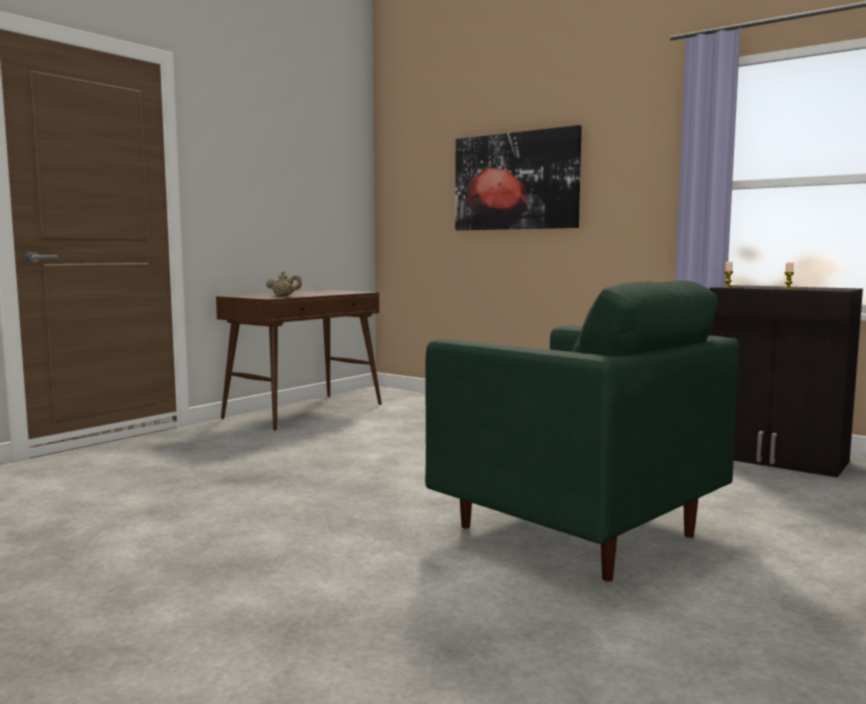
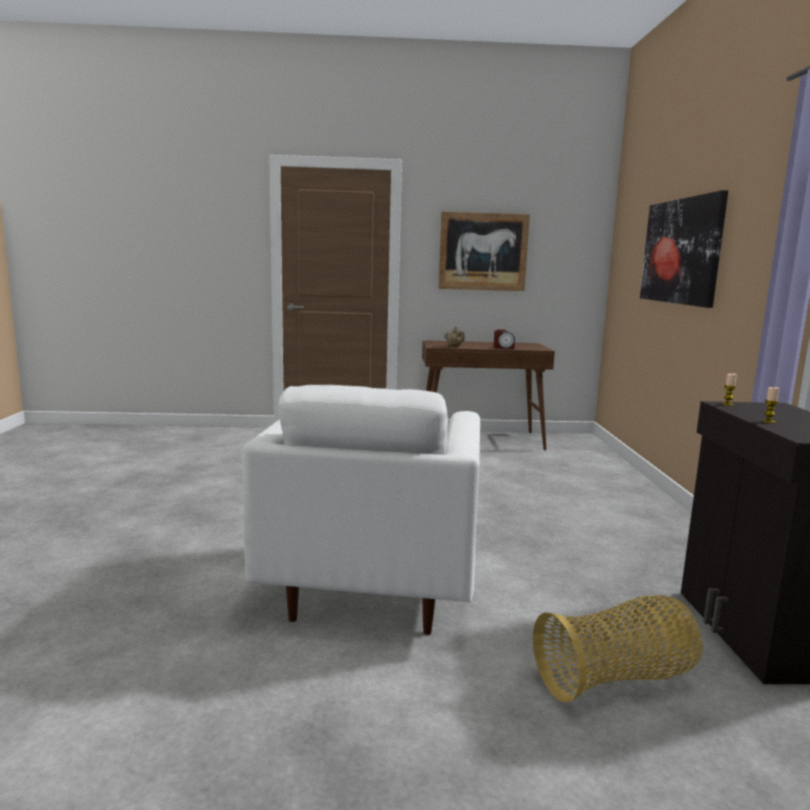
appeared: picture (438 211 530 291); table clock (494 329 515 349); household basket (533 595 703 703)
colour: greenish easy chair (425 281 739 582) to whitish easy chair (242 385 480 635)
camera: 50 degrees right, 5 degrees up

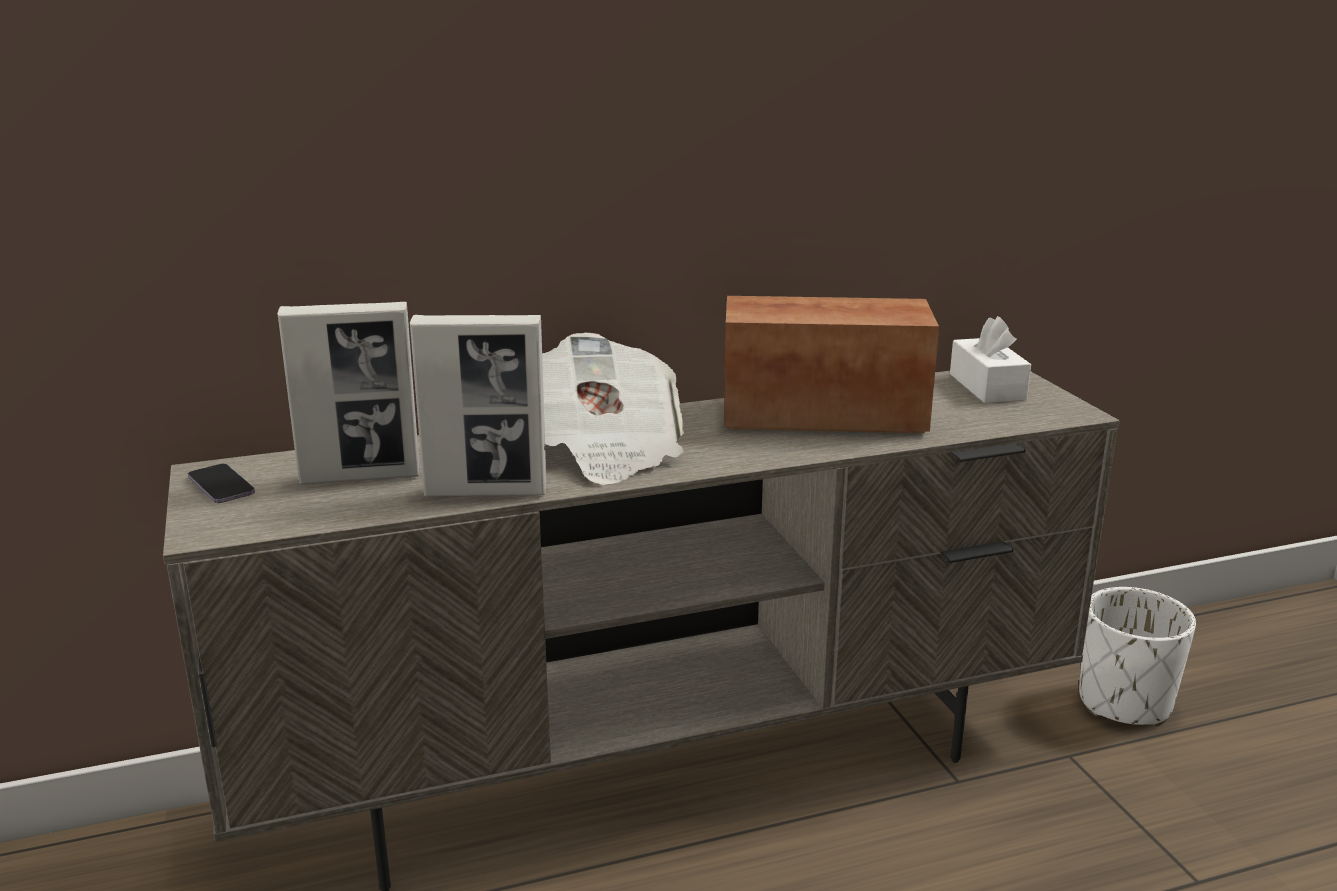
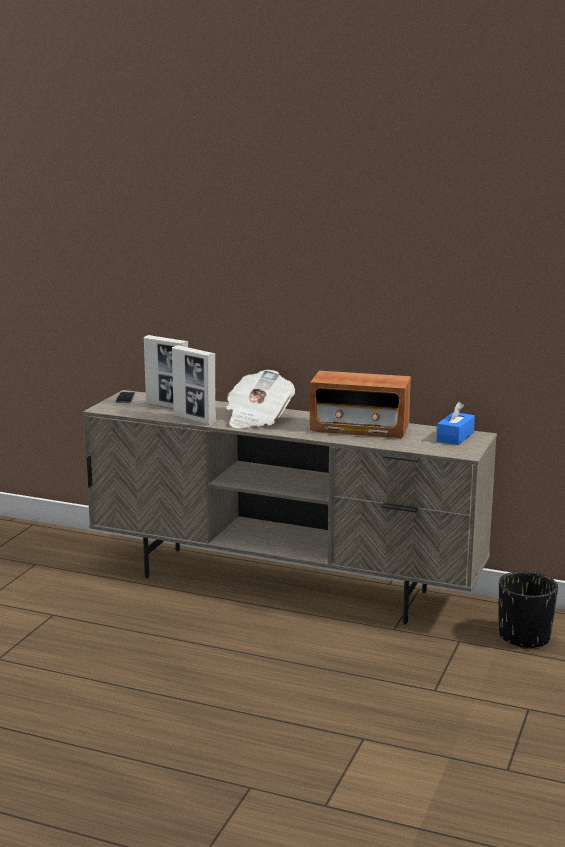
colour: whitish box of tissues (950 316 1031 403) to blue box of tissues (437 402 475 445); whitish planter (1079 587 1196 727) to blackish planter (499 571 558 649)
spun: radio (724 296 939 433) = (310 371 411 438) 150 degrees clockwise
camera: 40 degrees right, 5 degrees down

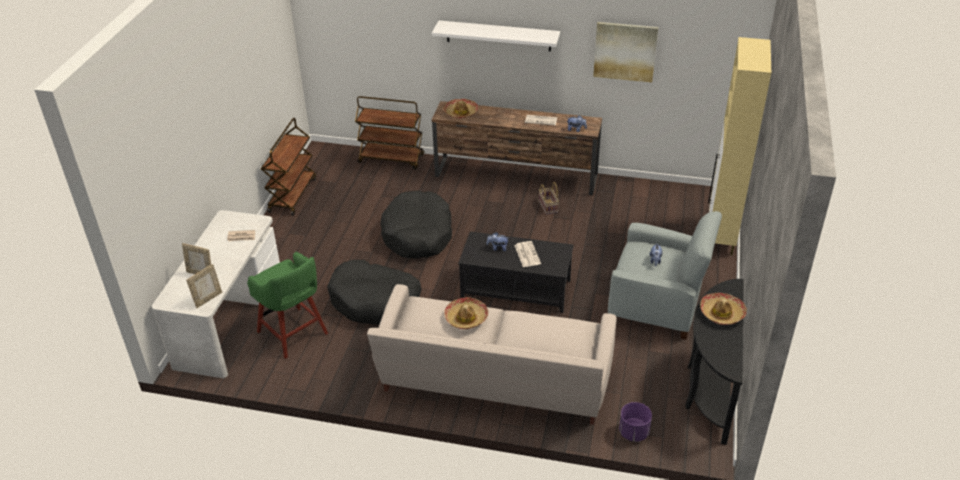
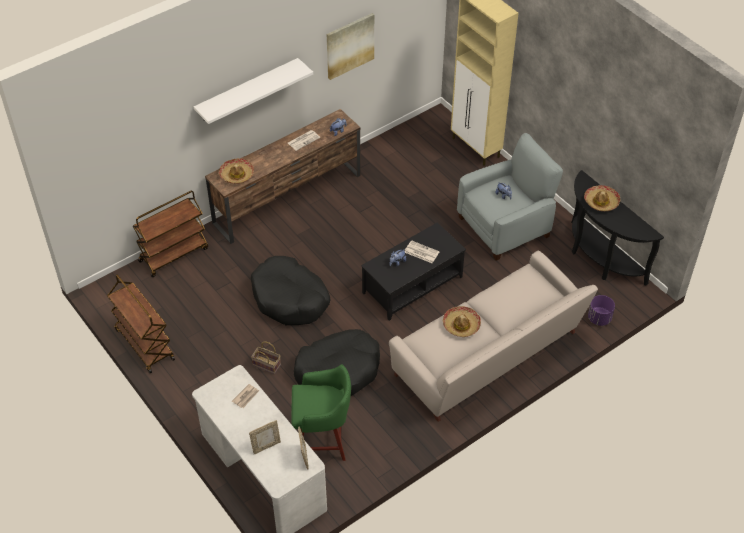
relocated: household basket (539 182 559 214) to (251 341 281 374)
camera: 50 degrees left, 10 degrees up

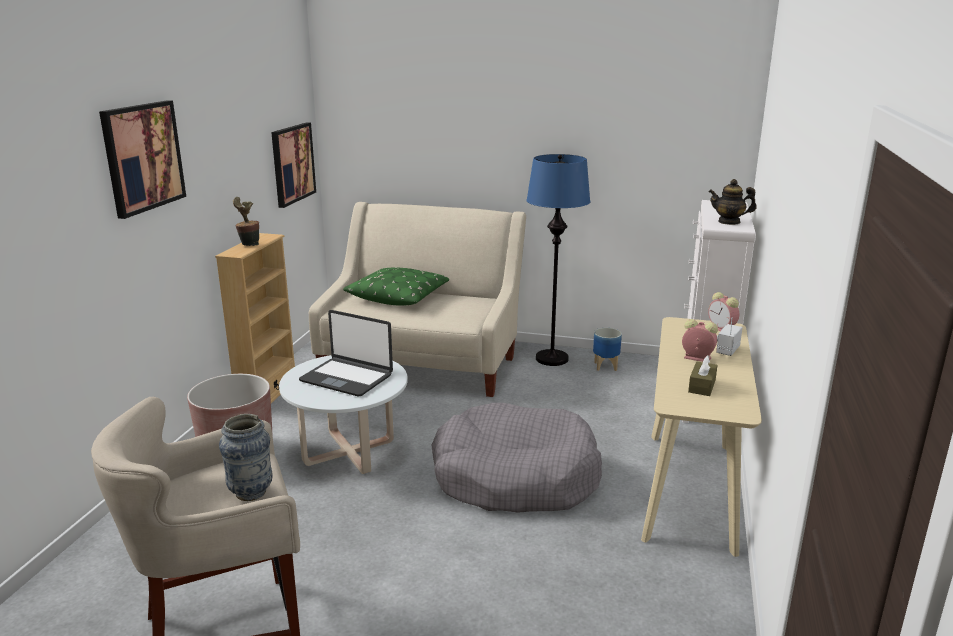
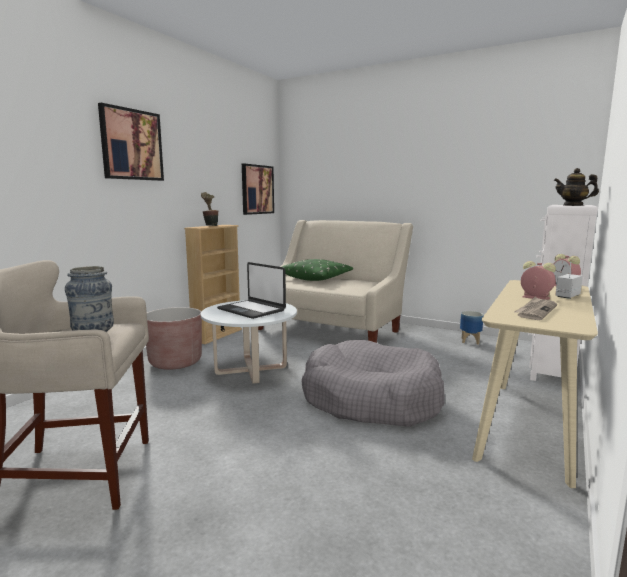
missing: blue standing lamp (526 154 591 366)
exchanged: brown box of tissues (688 355 718 396) to daily paper (514 297 557 320)
camera: 15 degrees right, 10 degrees down

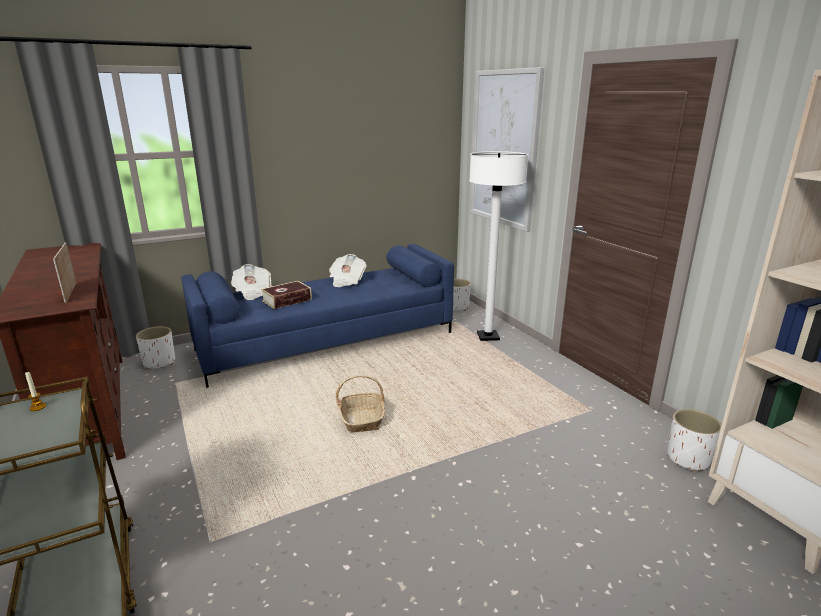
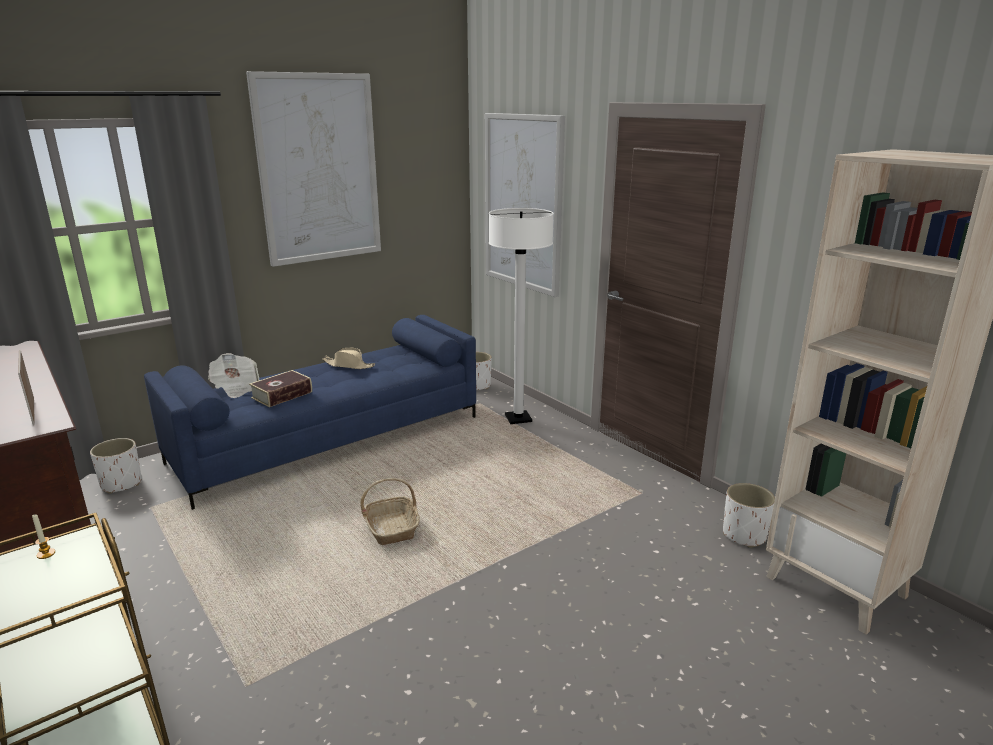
appeared: picture (246 71 381 267)
exchanged: daily paper (329 254 367 287) to beige-coloured clothing hat (322 348 375 369)
camera: 10 degrees left, 0 degrees up

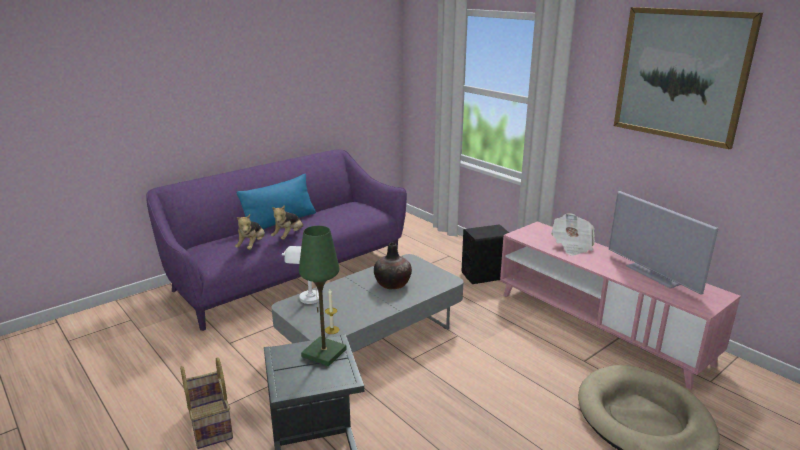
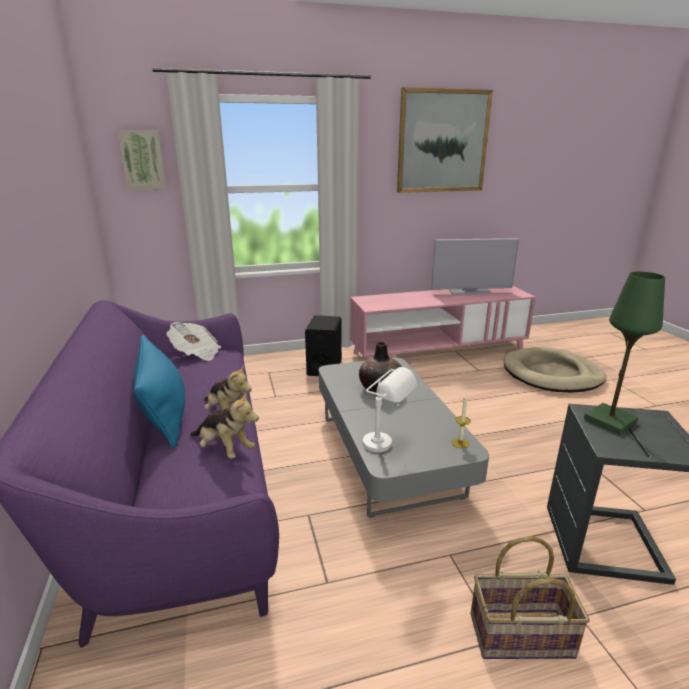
appeared: picture (118 131 167 190)
relocated: daily paper (551 213 595 255) to (167 322 221 361)
camera: 65 degrees left, 0 degrees up

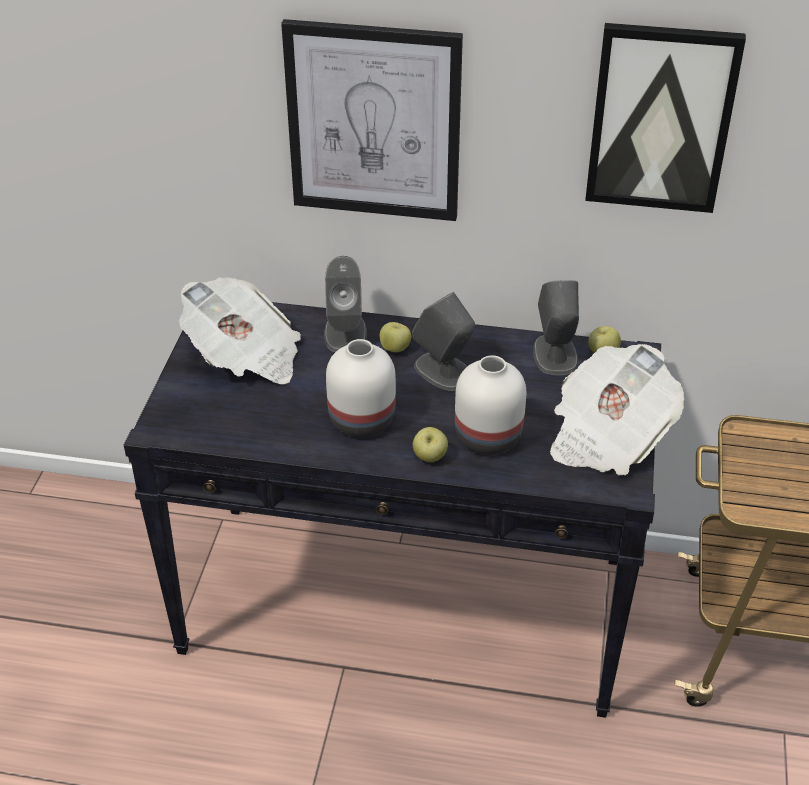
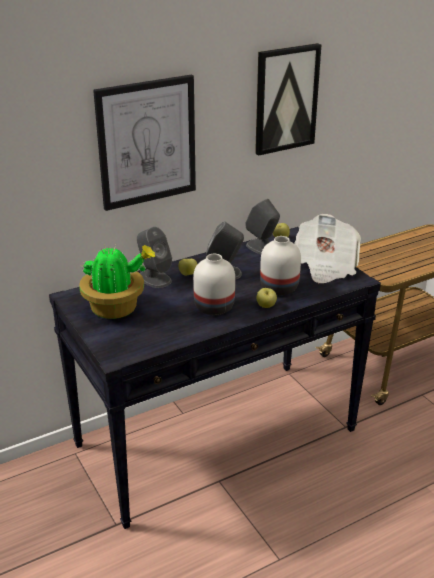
exchanged: daily paper (179 277 301 384) to potted plant (79 244 155 319)
camera: 40 degrees left, 10 degrees down

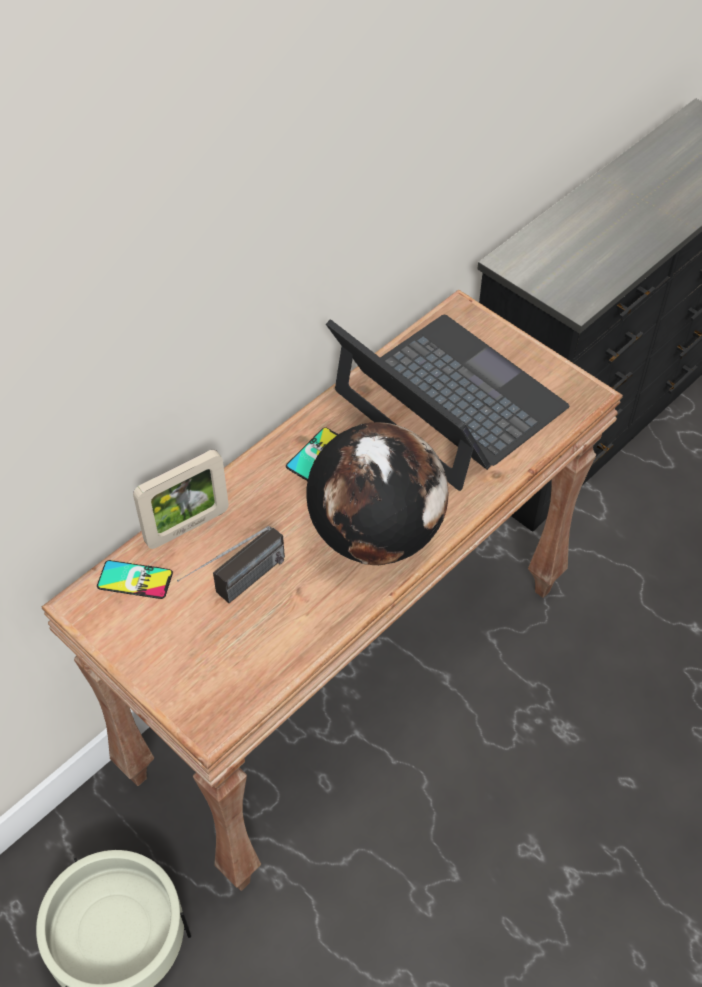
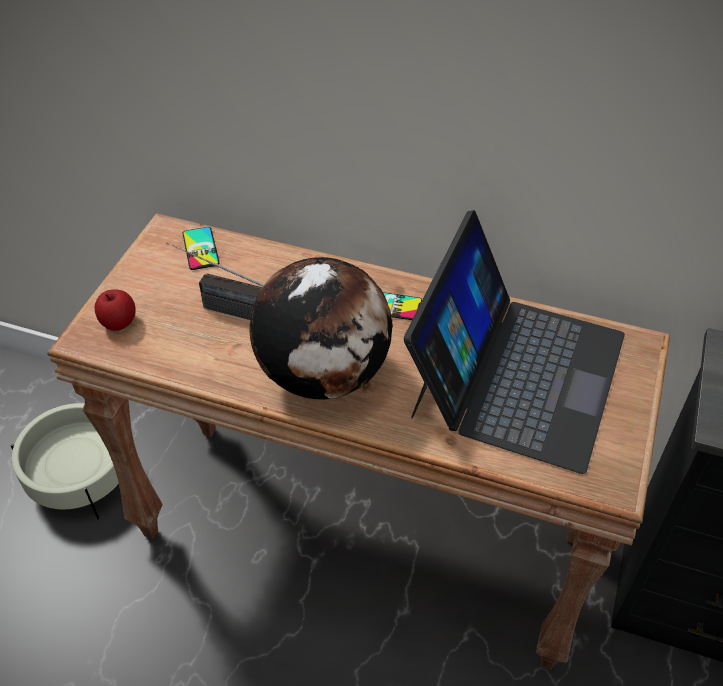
missing: standing frame (133 450 229 549)
appeared: apple (95 289 136 331)
camera: 65 degrees right, 5 degrees down

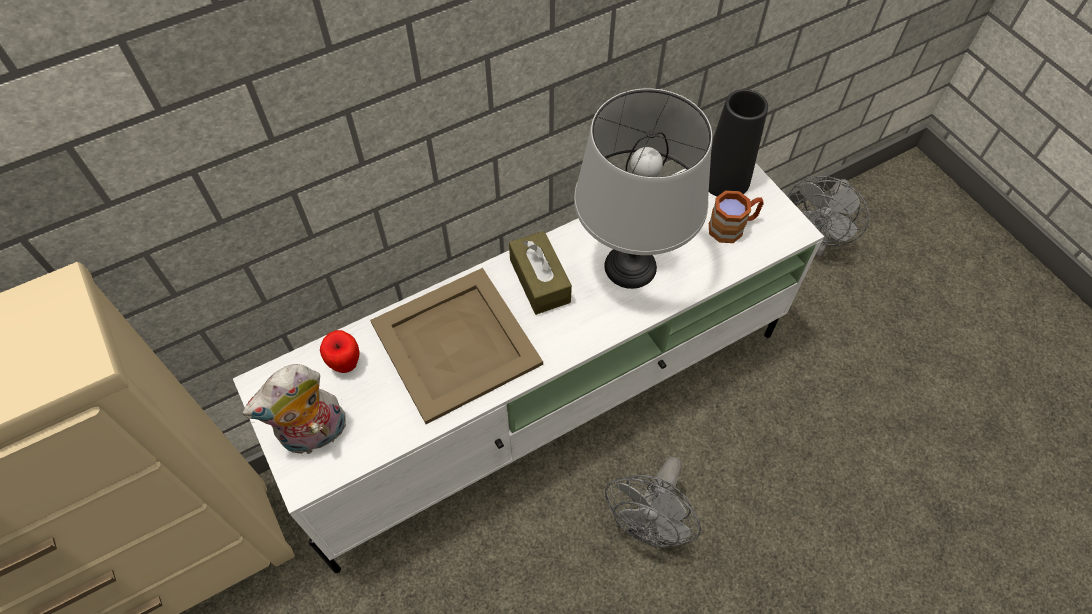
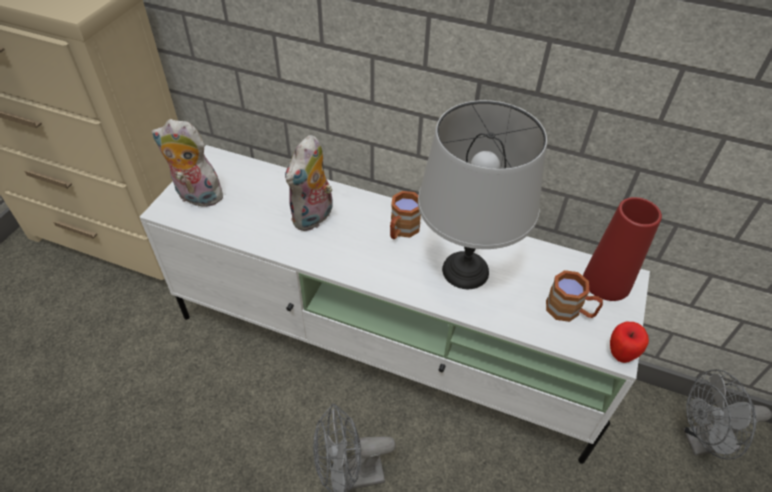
relocated: apple (320 330 359 373) to (610 322 649 363)
exchanged: beige-coloured tray (370 268 543 424) to cuddly toy (285 135 333 231); brown box of tissues (509 231 572 315) to brown coffee mug (390 191 421 239)
colour: blackish decorative vase (709 89 768 196) to red decorative vase (583 197 662 301)
camera: 50 degrees right, 10 degrees down

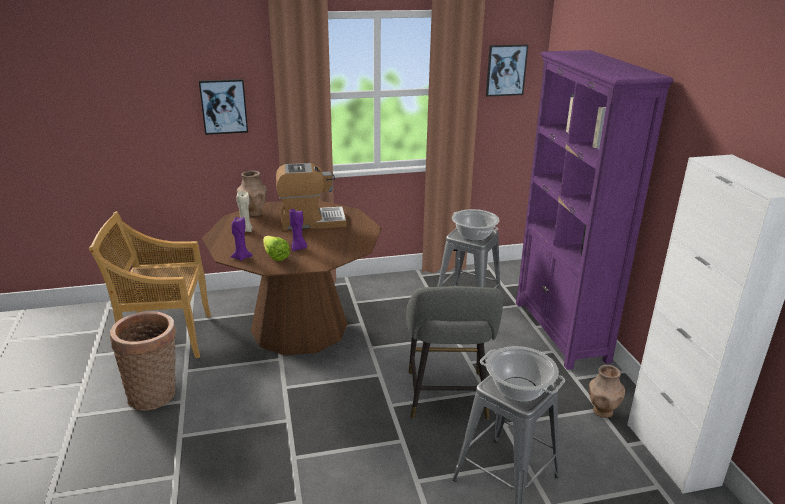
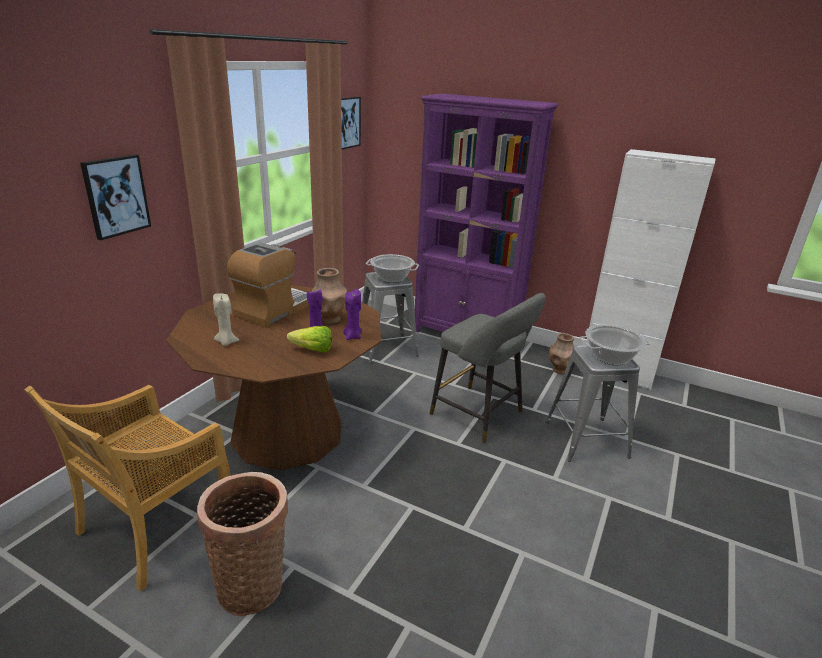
relocated: brown decorative vase (237 171 267 217) to (311 268 347 324); purple wax light (231 217 253 261) to (343 289 362 340)
camera: 50 degrees left, 0 degrees up

